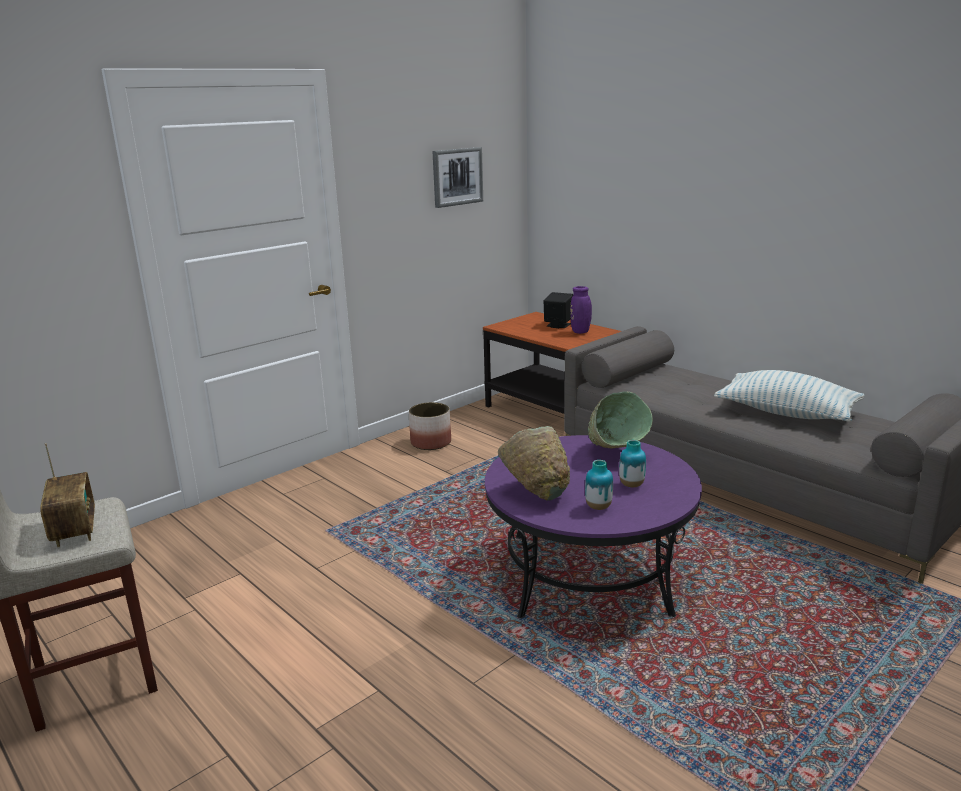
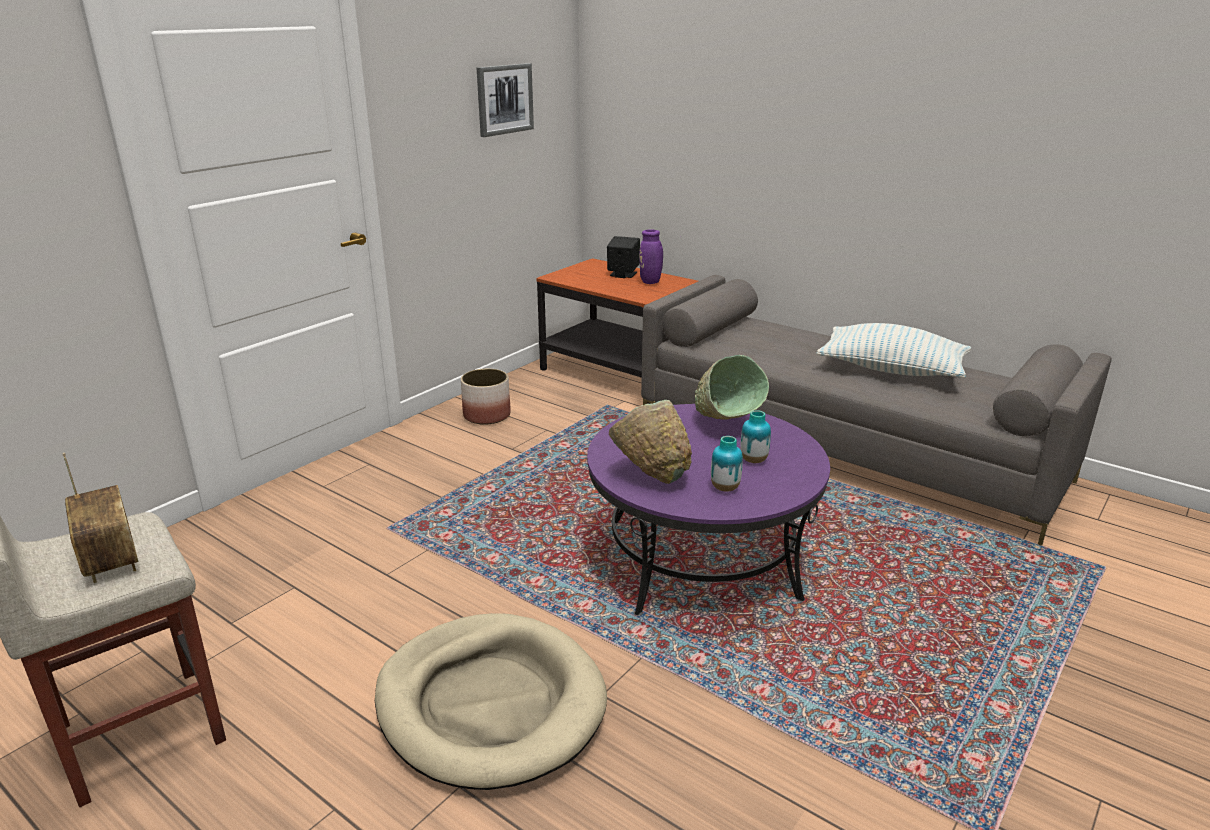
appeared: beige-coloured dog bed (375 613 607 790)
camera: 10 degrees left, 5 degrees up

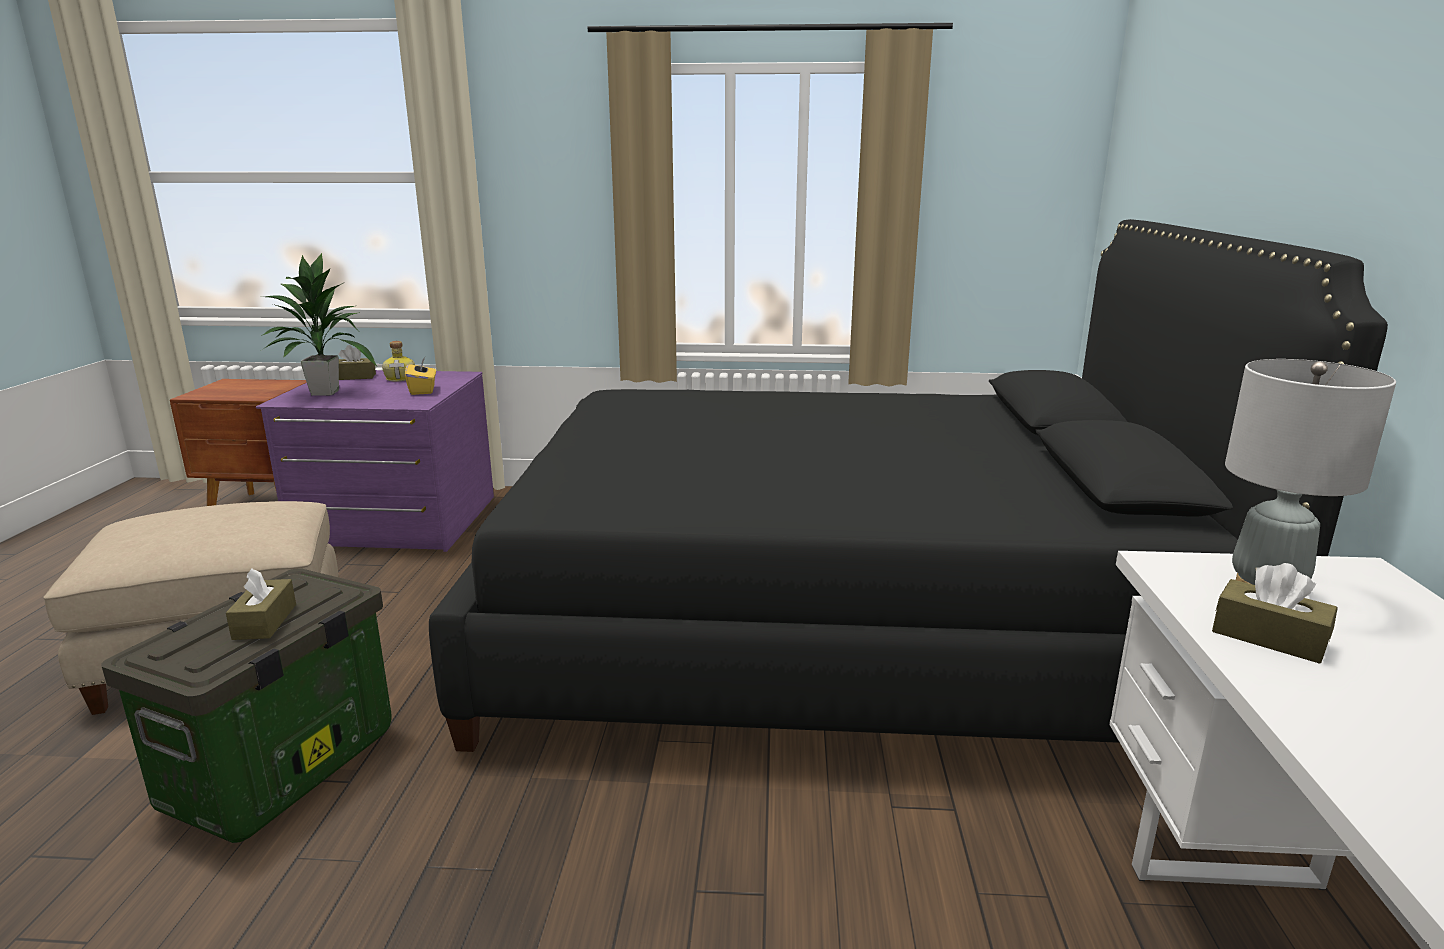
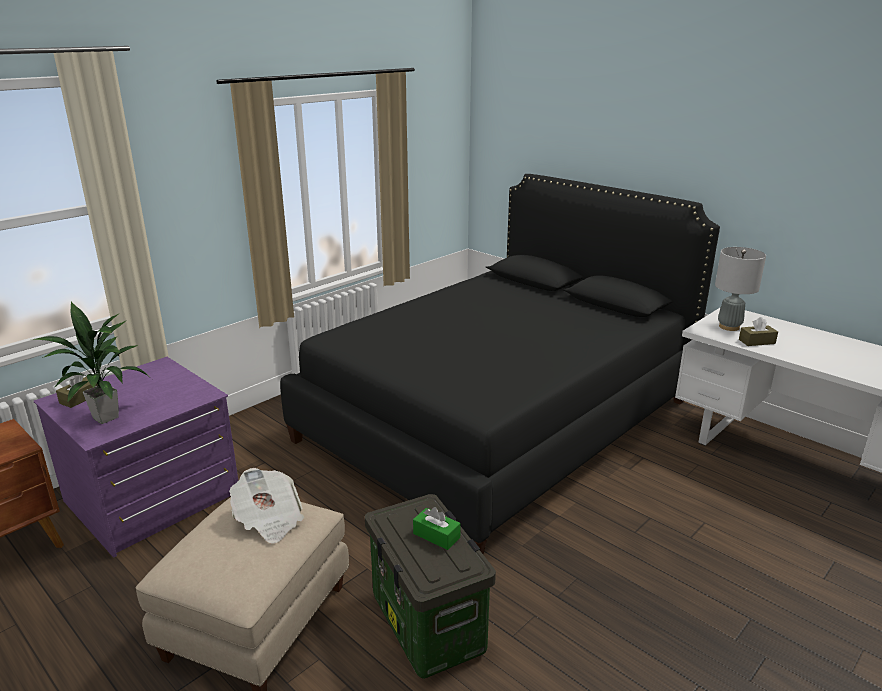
missing: beverage bottle (382 341 415 381); yellow box of tissues (405 357 436 395)
appeared: daily paper (229 468 304 544)
colour: brown box of tissues (226 568 296 640) to greenish box of tissues (413 507 461 550)
camera: 50 degrees left, 5 degrees up

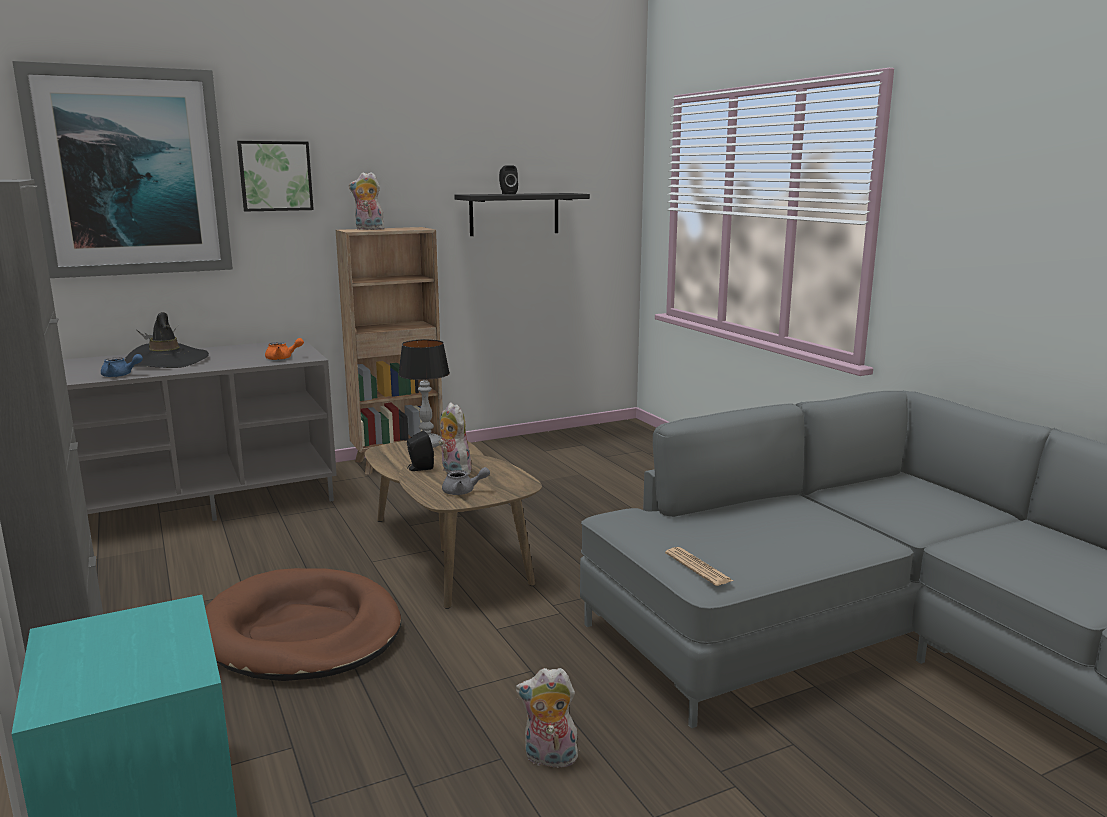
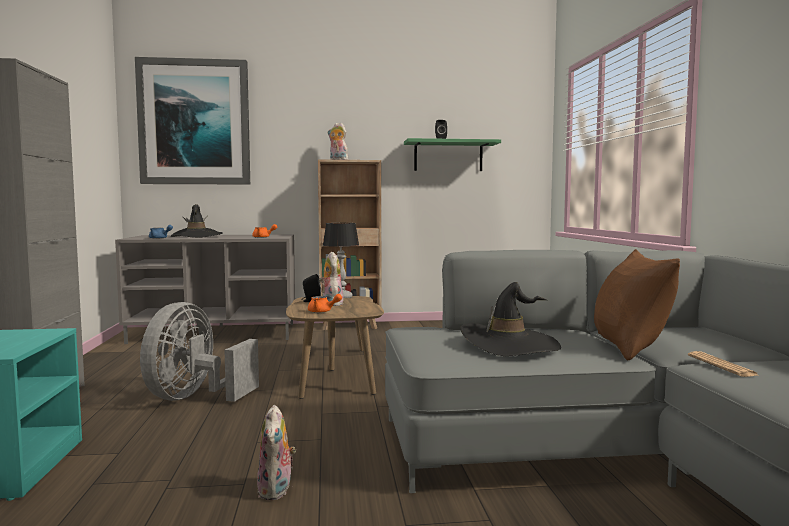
missing: picture (237 141 314 212)
appeared: blackish clothing hat (460 282 561 356); brown throw pillow (594 249 680 360)
relocated: daily paper (665 547 733 586) to (688 351 758 377)
exchanged: brown dog bed (205 568 401 681) to gray electric fan (140 302 259 402)
colour: gray tea pot (442 467 490 495) to orangey tea pot (308 294 342 313); blackish shelf (454 193 590 236) to greenish shelf (404 138 501 171)
spun: cuddly toy (516 668 578 768) = (257 405 296 500) 120 degrees counterclockwise
camera: 20 degrees right, 10 degrees down

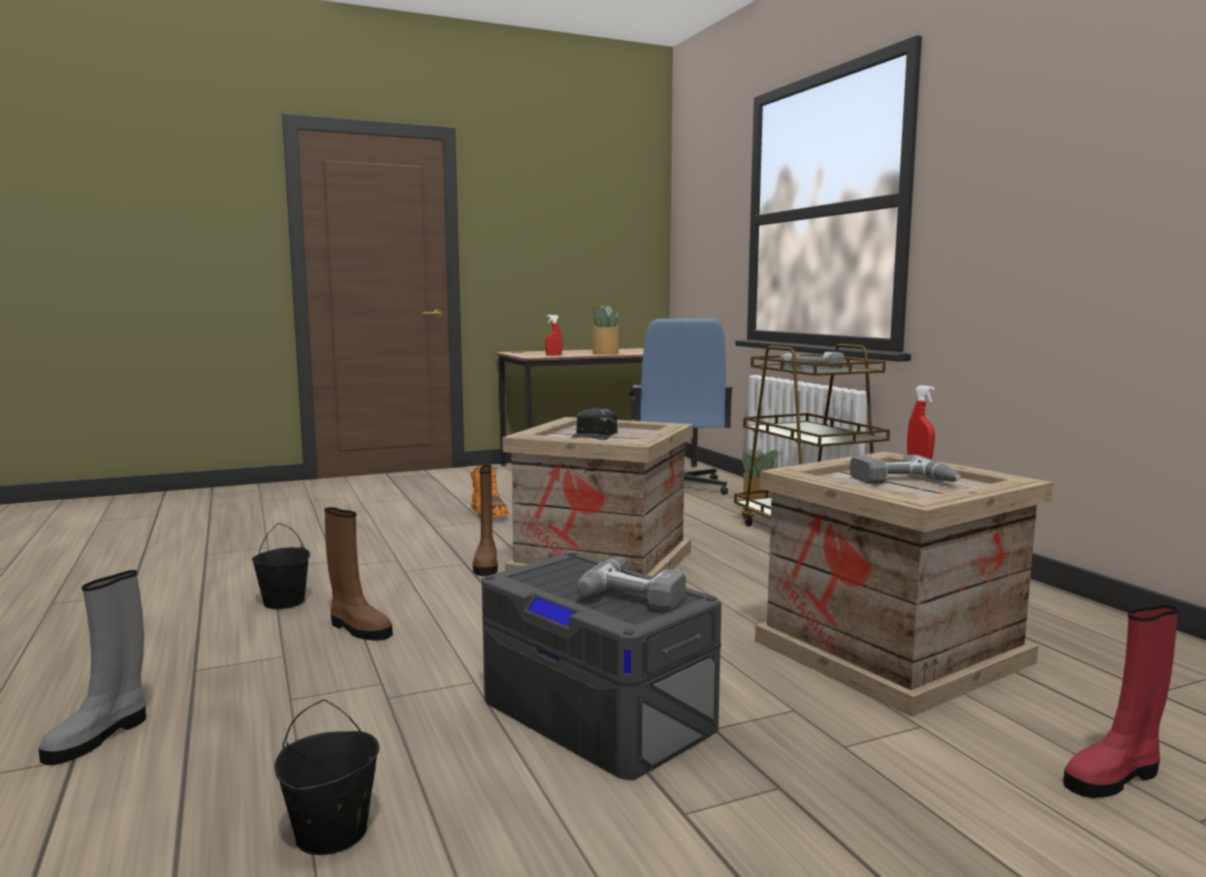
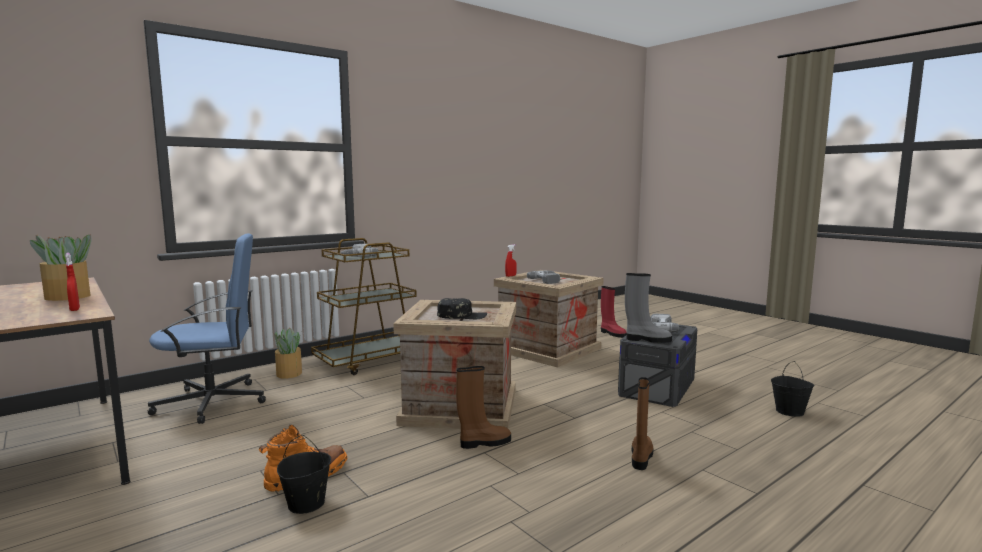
relocated: blackish pail (252 523 310 609) to (277 435 331 514); gray tall boot (38 570 146 765) to (625 273 672 343)
camera: 105 degrees left, 0 degrees up

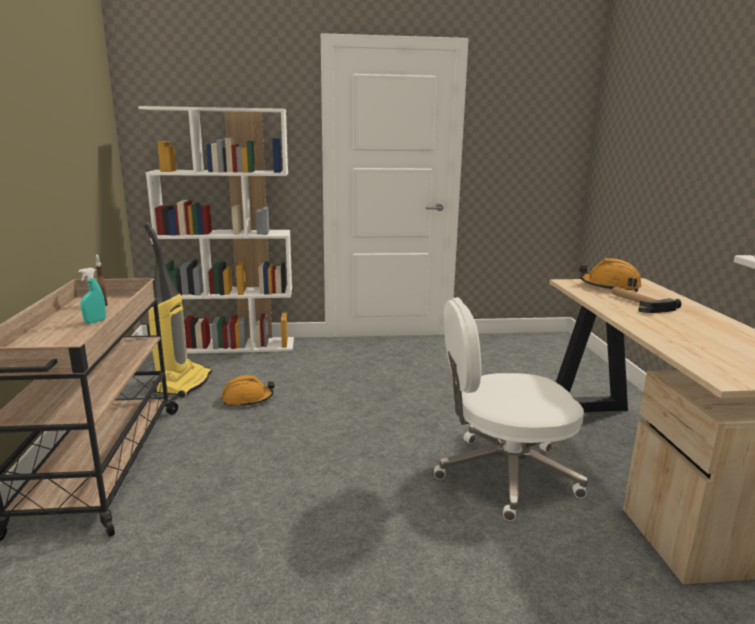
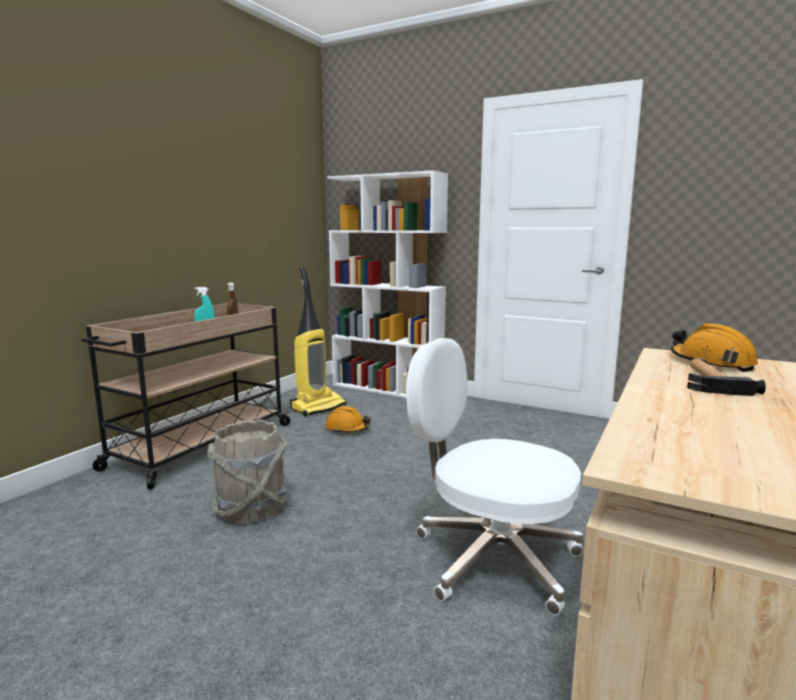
appeared: gray pail (207 419 287 524)
camera: 35 degrees right, 5 degrees down

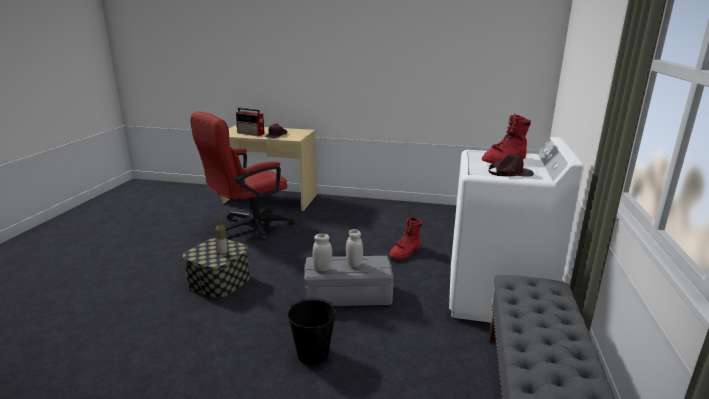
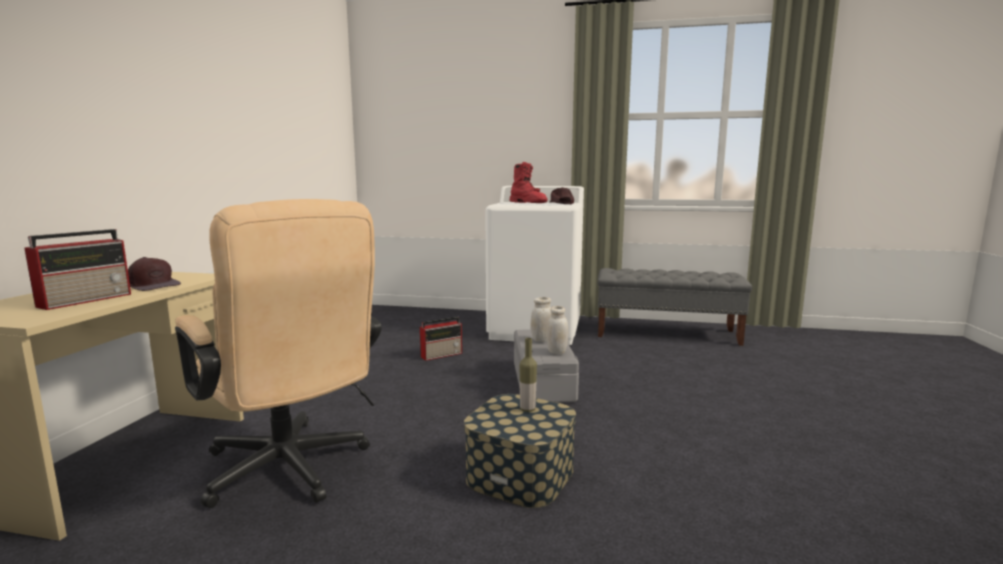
missing: blackish pail (288 298 336 365)
exchanged: red tall boot (389 217 422 259) to radio (420 317 462 361)
colour: red office chair (190 111 295 241) to beige-coloured office chair (175 199 382 508)
camera: 90 degrees left, 10 degrees down

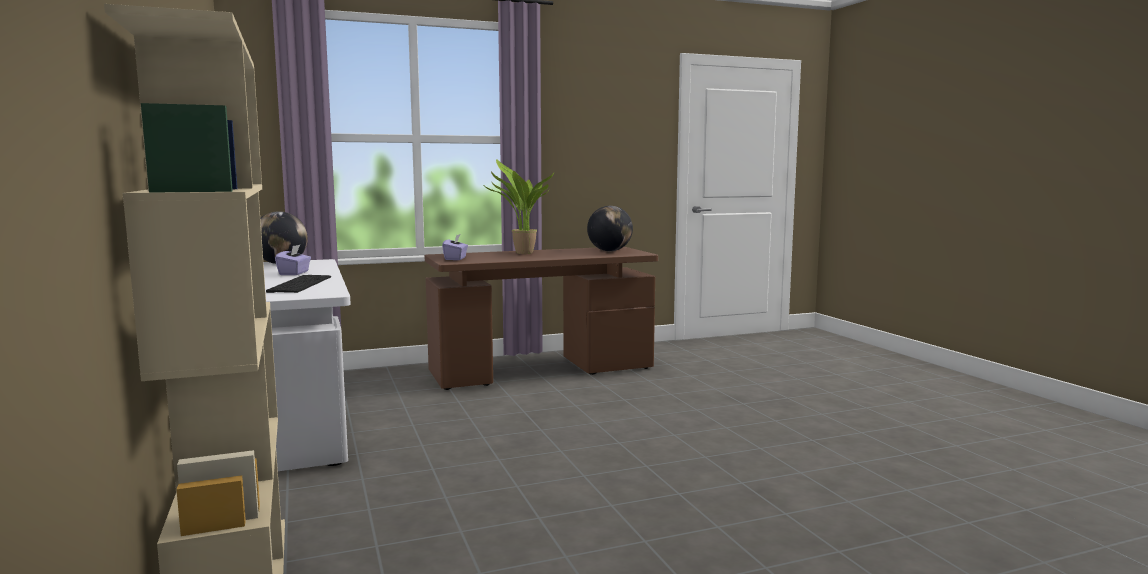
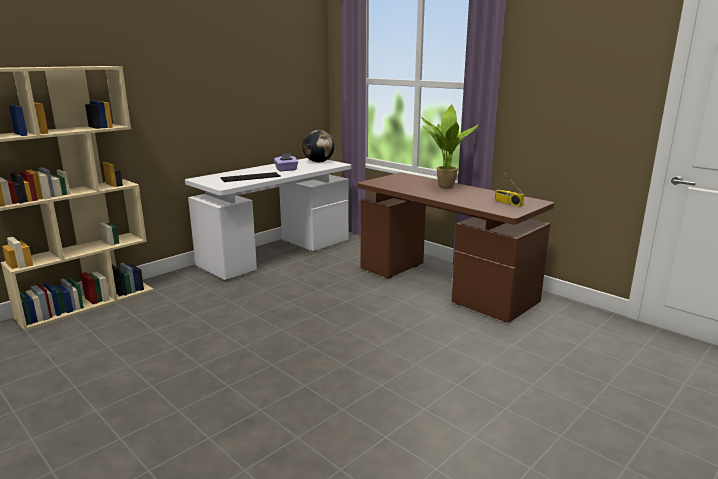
missing: purple box of tissues (442 234 468 260)
exchanged: globe (587 206 633 251) to radio (495 175 524 207)
camera: 65 degrees right, 10 degrees up

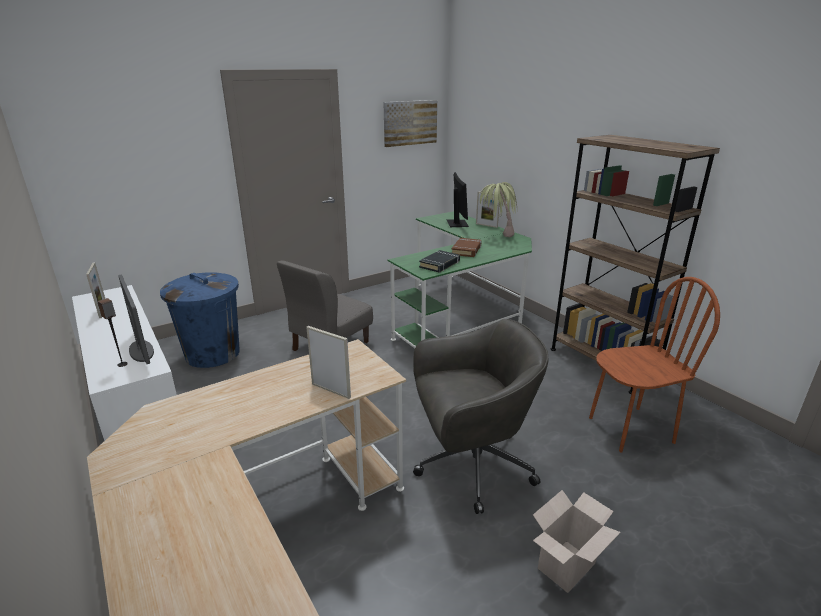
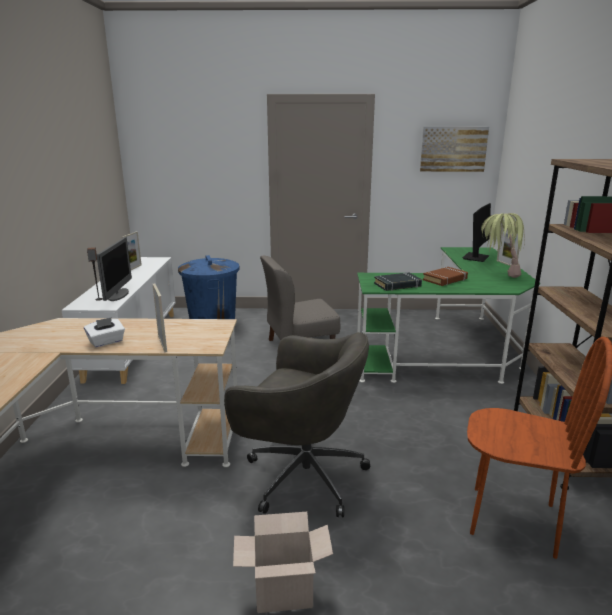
appeared: whitish box of tissues (84 317 125 348)
camera: 35 degrees right, 5 degrees down

